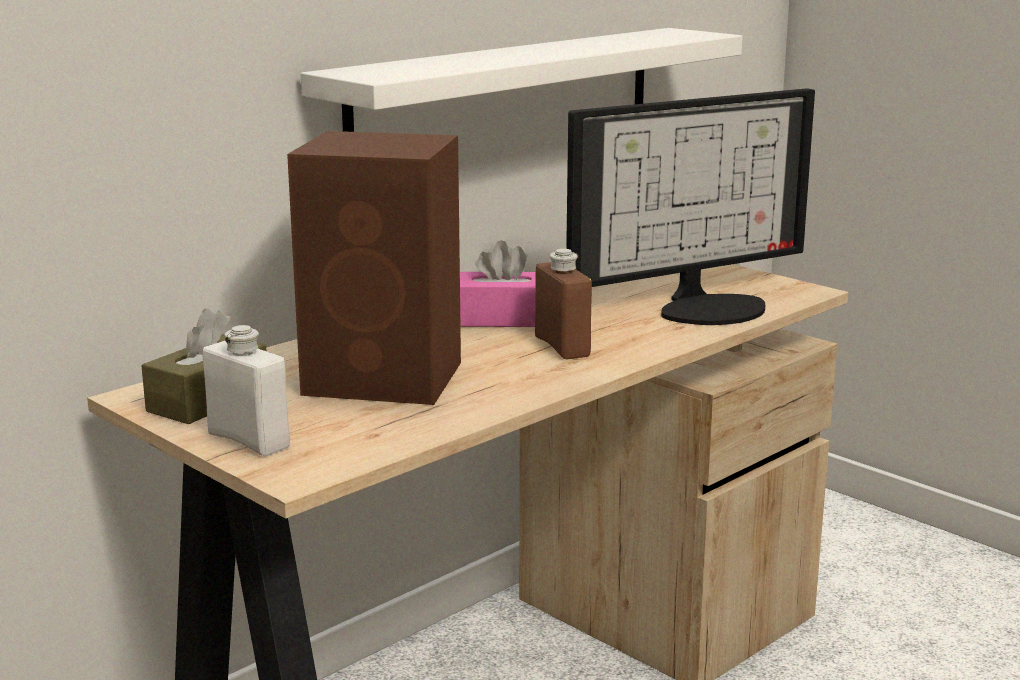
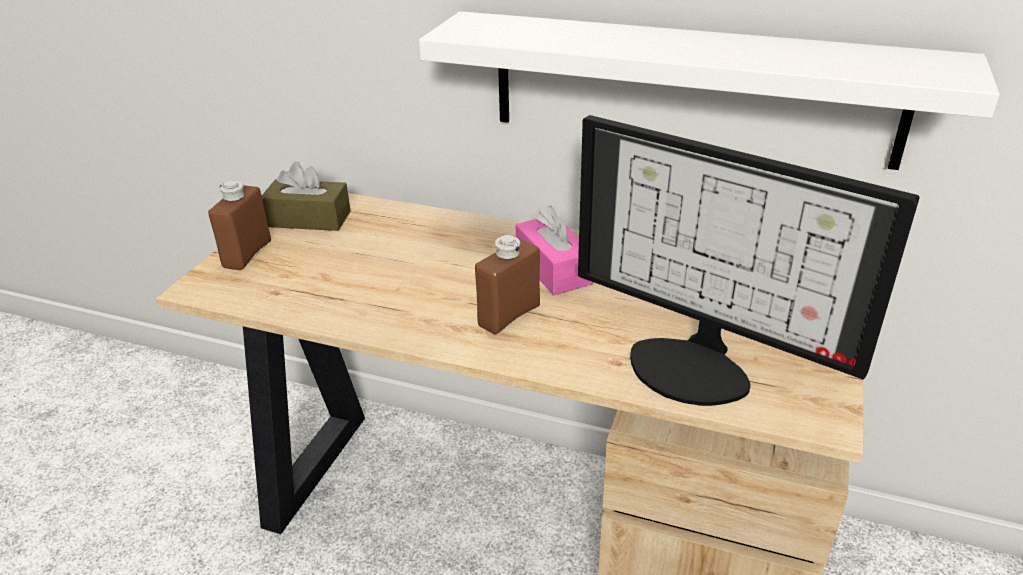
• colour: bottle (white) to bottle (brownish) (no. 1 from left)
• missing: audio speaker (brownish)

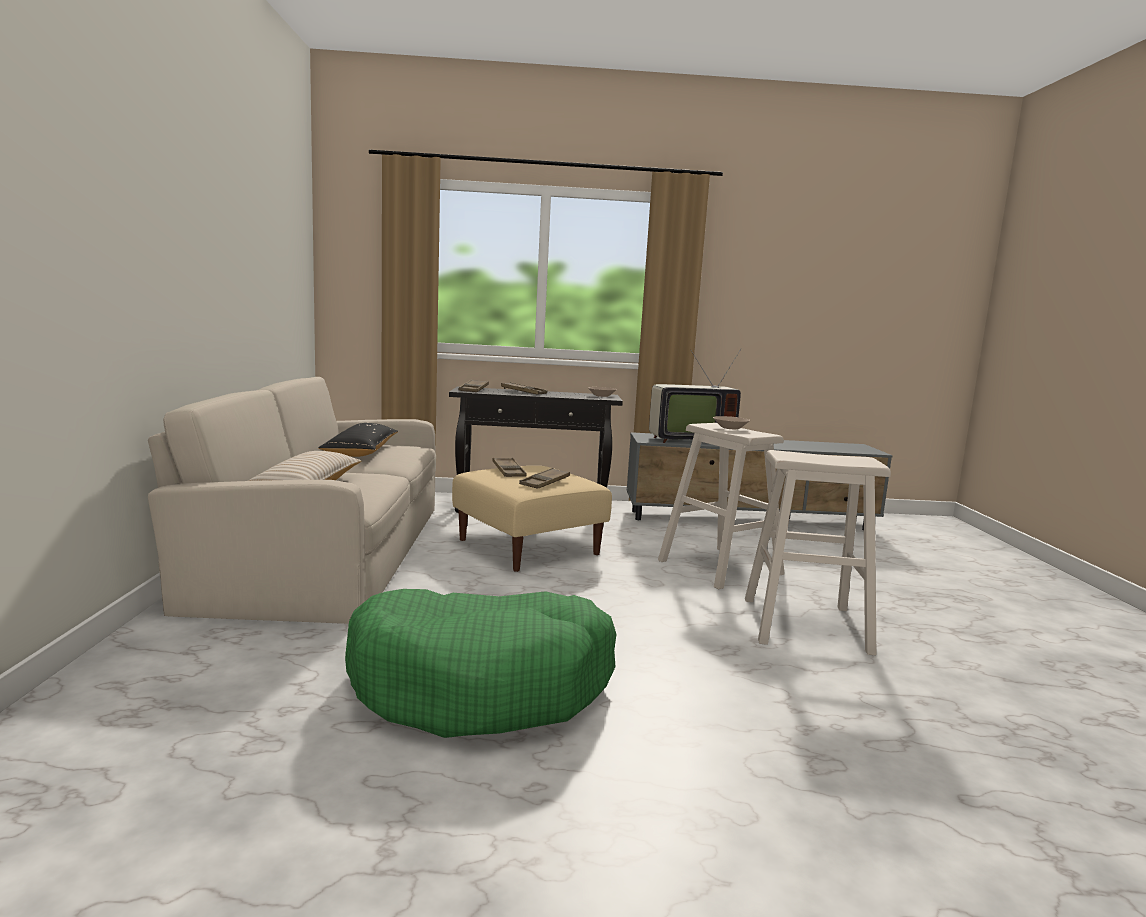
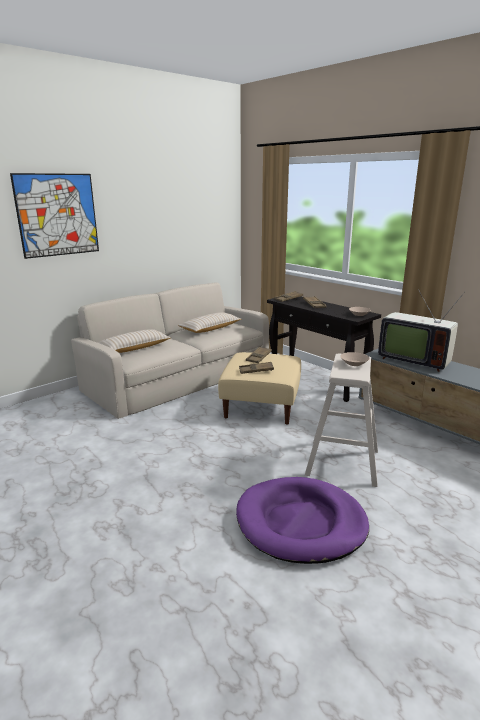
• colour: cushion (black) to cushion (beige-coloured) (no. 2 from left)
• missing: dog bed (greenish)
• exchanged: sitting stool (beige-coloured) (no. 2 from left) to dog bed (purple-coloured)
• appeared: wall picture

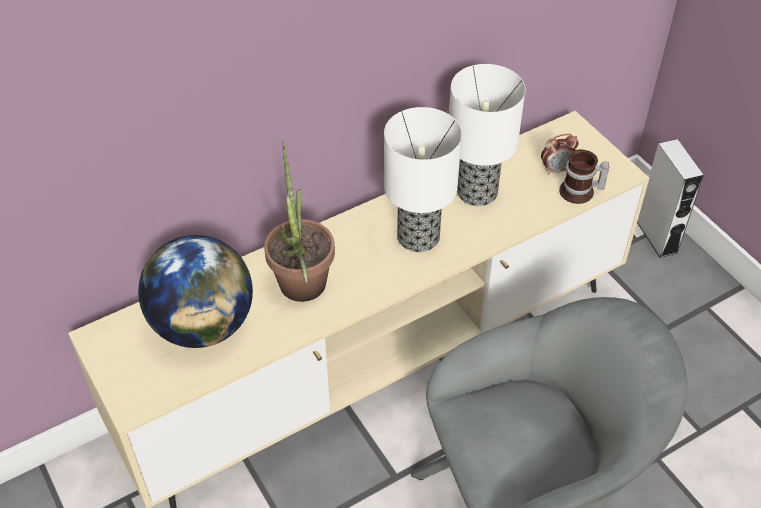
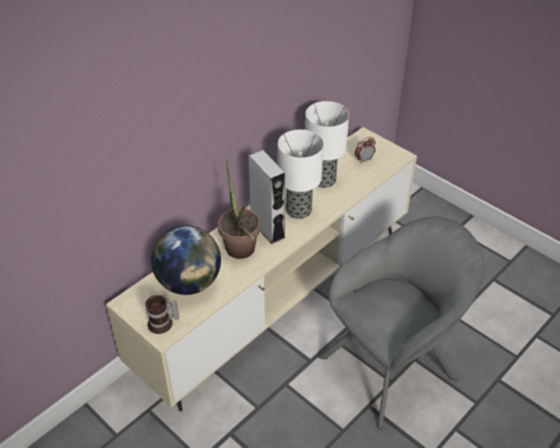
• relocated: mug
• relocated: audio speaker (grey)

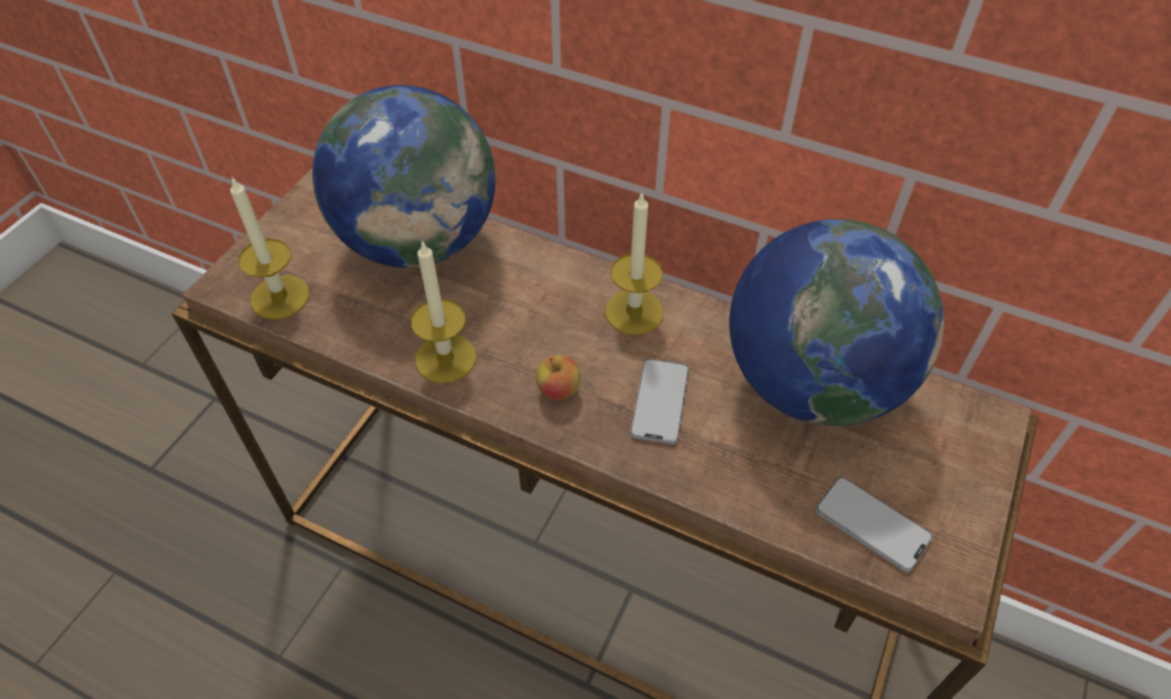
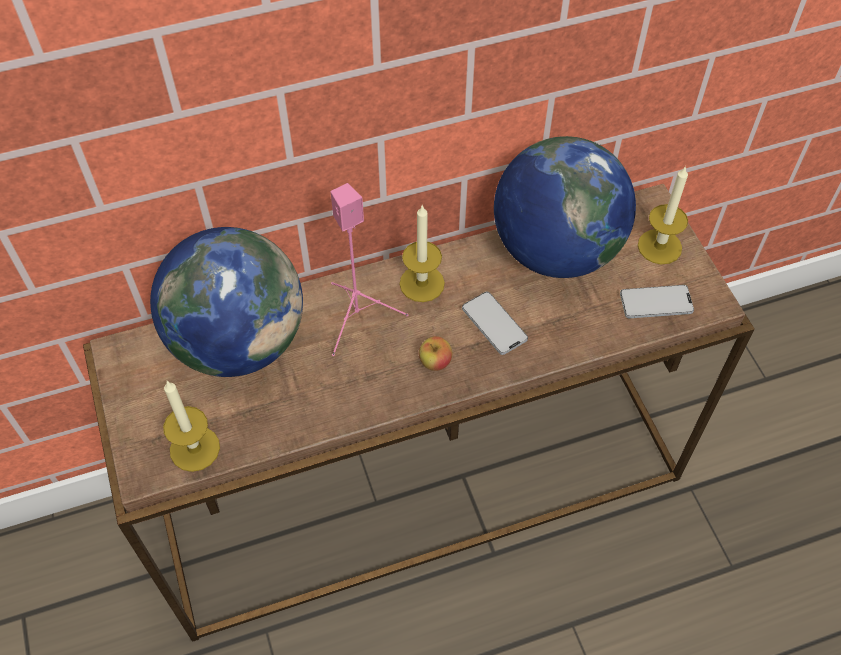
• relocated: candle (no. 2 from left in the first image) to candle (no. 3 from left)
• appeared: audio speaker (pink)

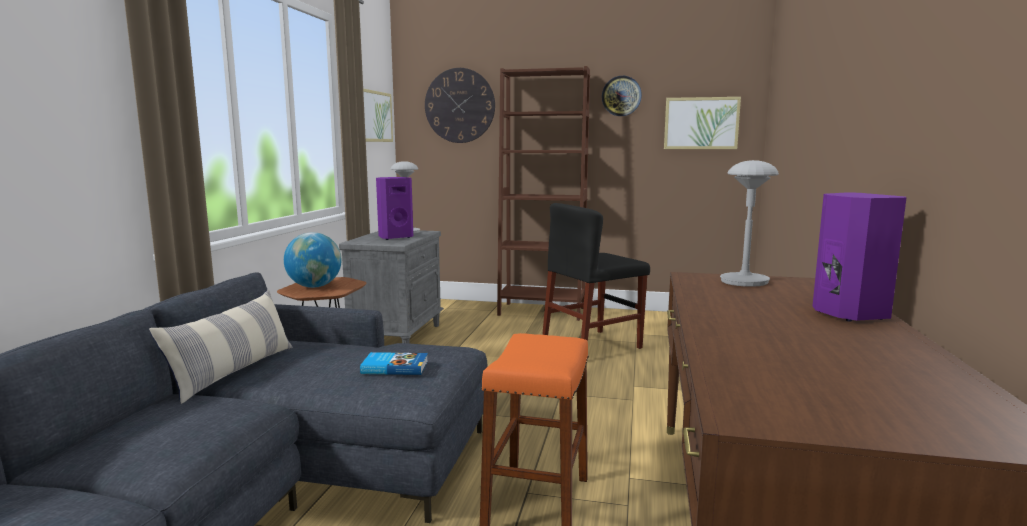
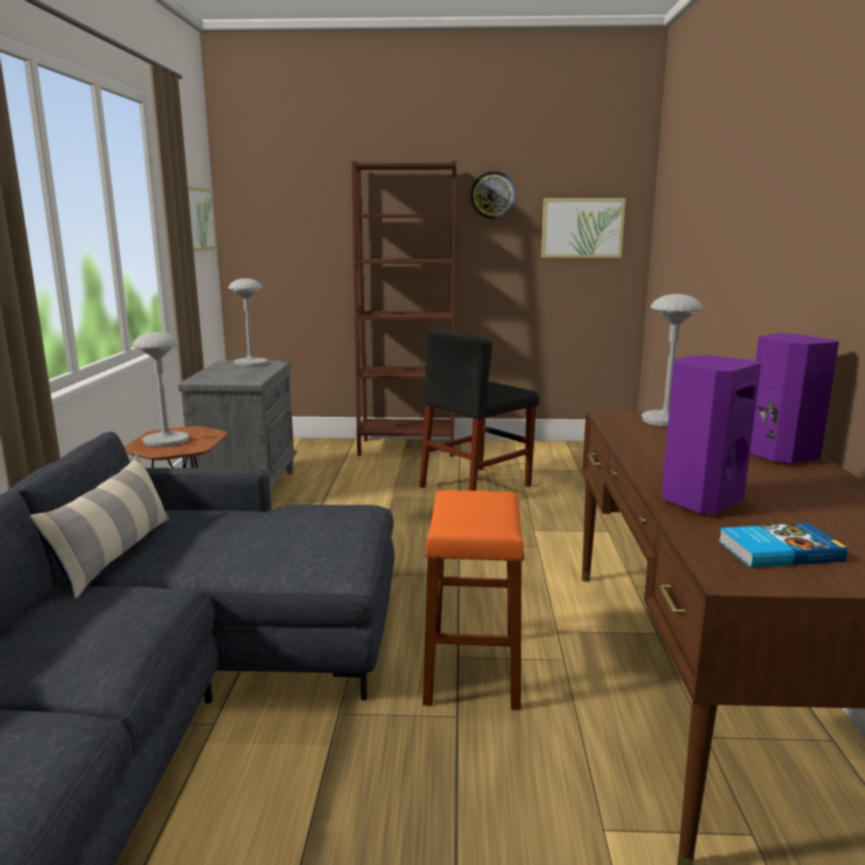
• exchanged: desk globe to table lamp (grey) (no. 1 from left)
• relocated: bound book
• relocated: audio speaker (purple-coloured) (no. 1 from left)
• missing: hanging clock (no. 1 from left)

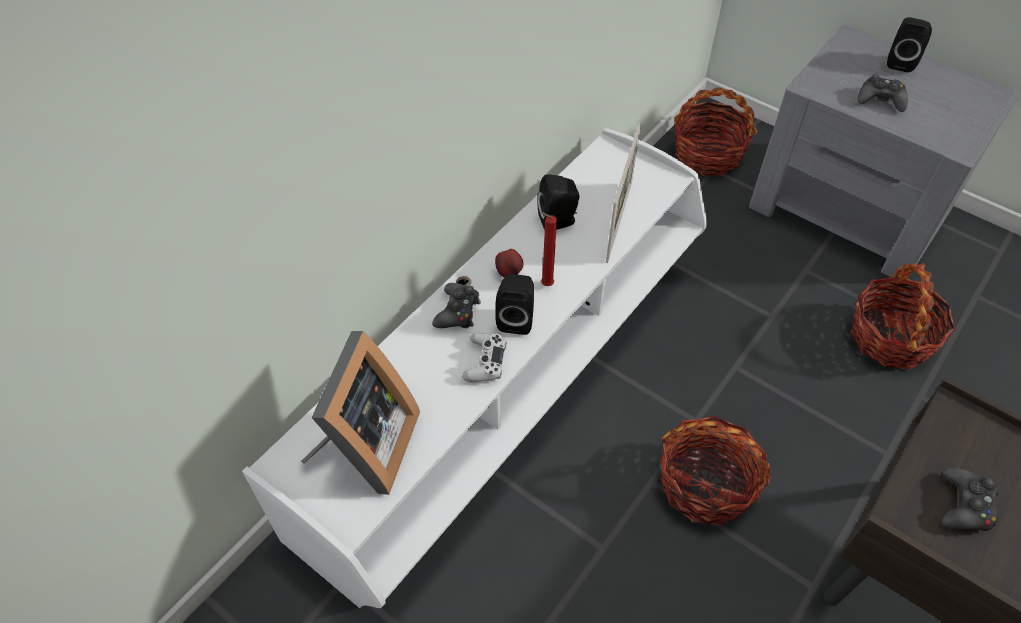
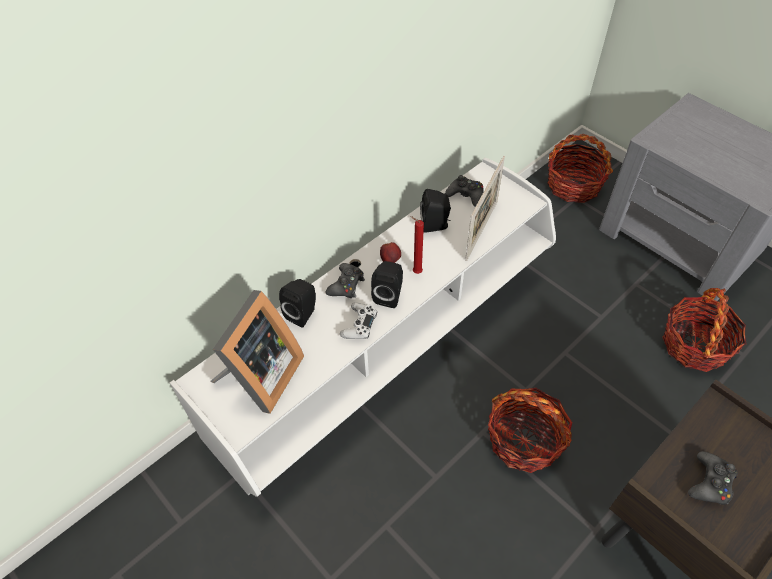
• relocated: joypad (black) (no. 2 from left)
• relocated: audio speaker (black) (no. 3 from left in the first image) to audio speaker (black) (no. 1 from left)

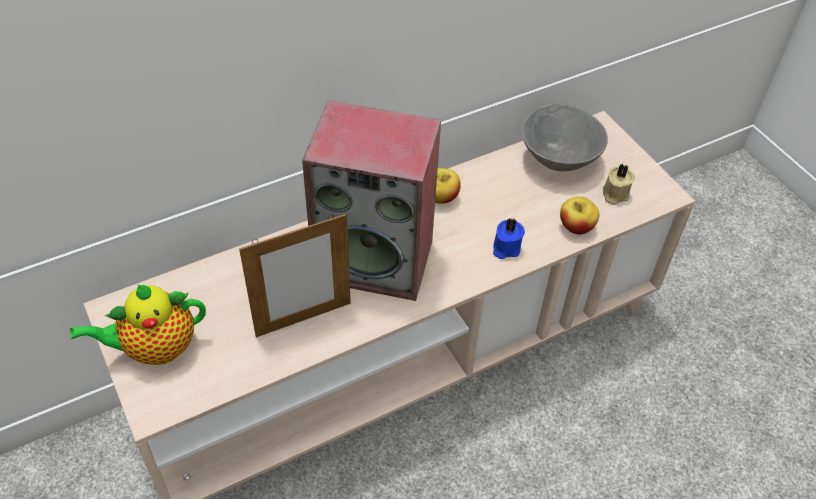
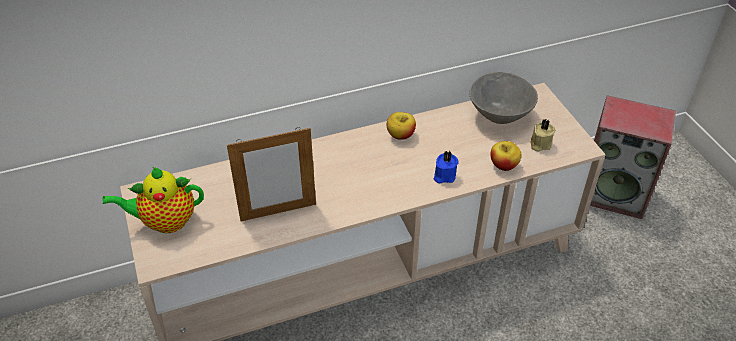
• relocated: audio speaker

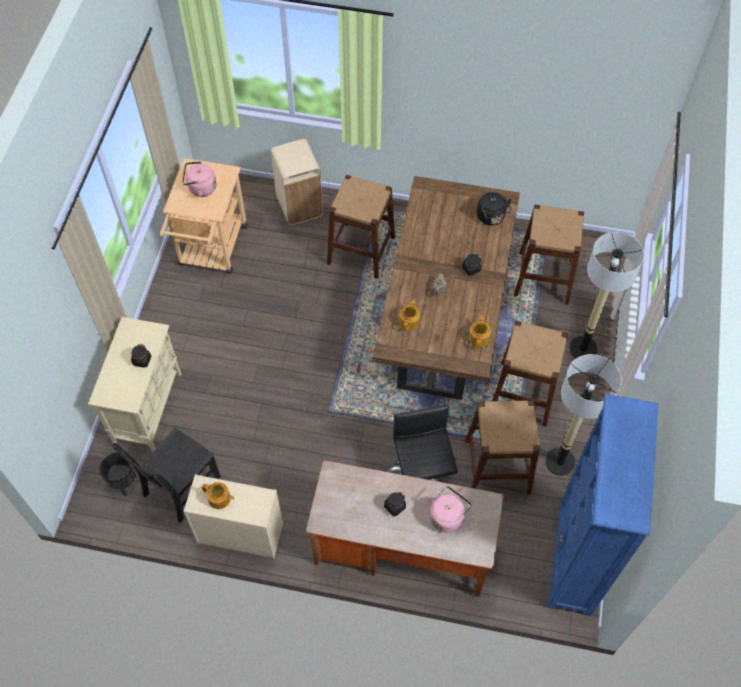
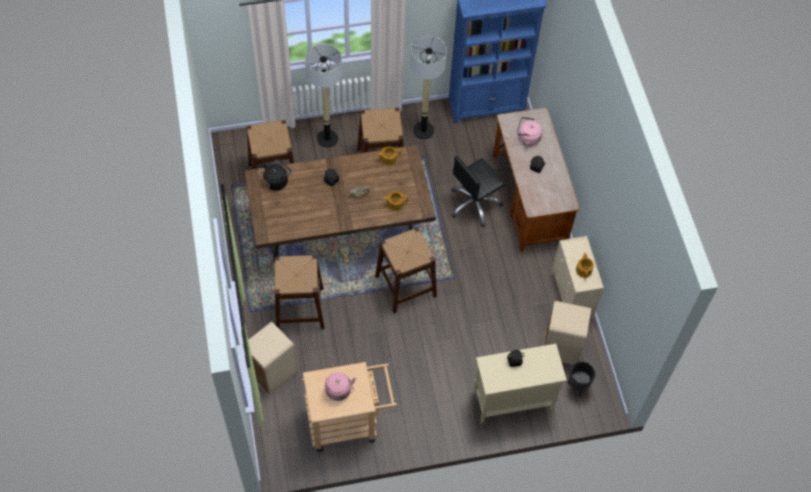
• exchanged: upright chair (black) to waste bin (beige-coloured) (no. 2 from left)
• relocated: sitting stool (brownish) (no. 2 from left in the first image) to sitting stool (brownish) (no. 4 from left)

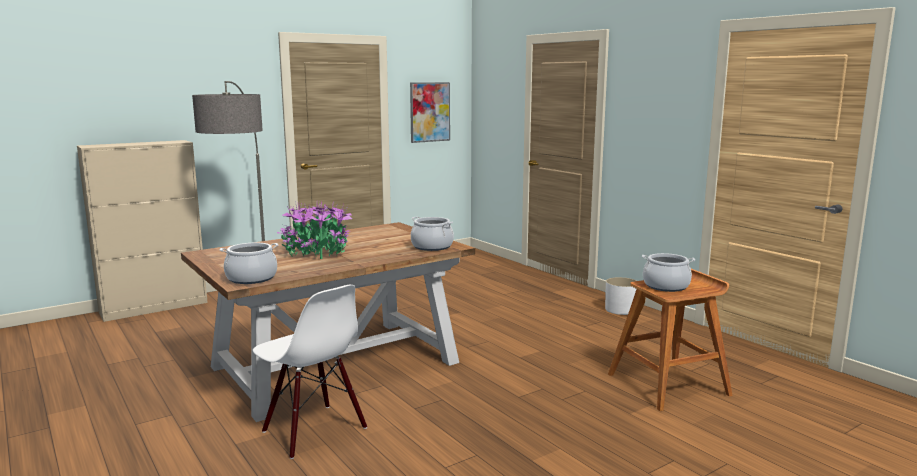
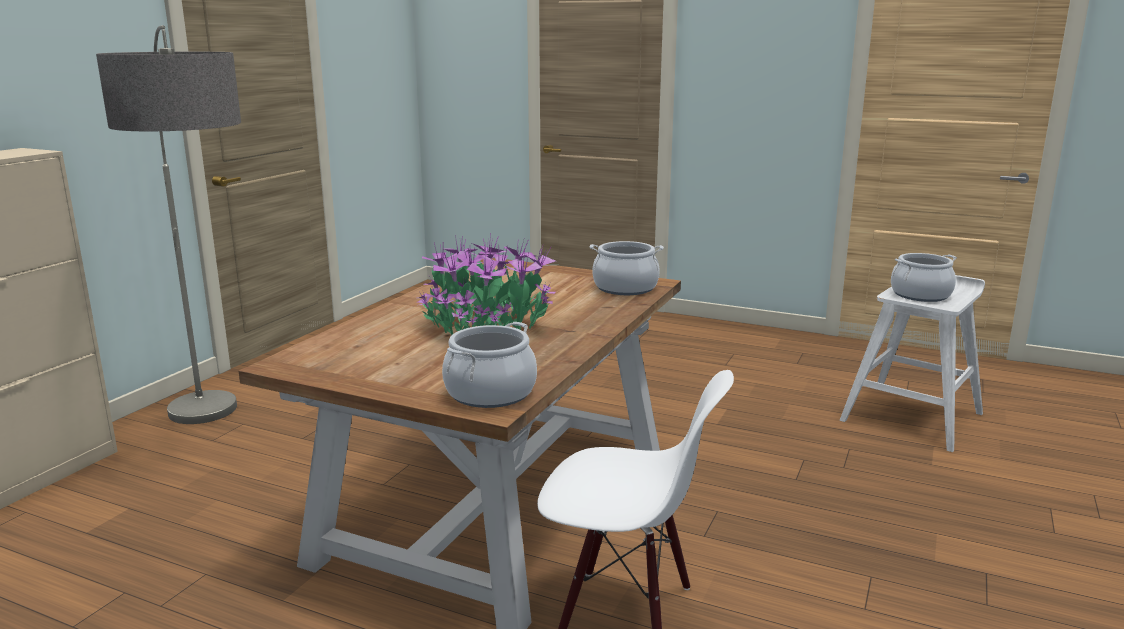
• missing: wall picture
• missing: planter (white)
• colour: sitting stool (brownish) to sitting stool (white)

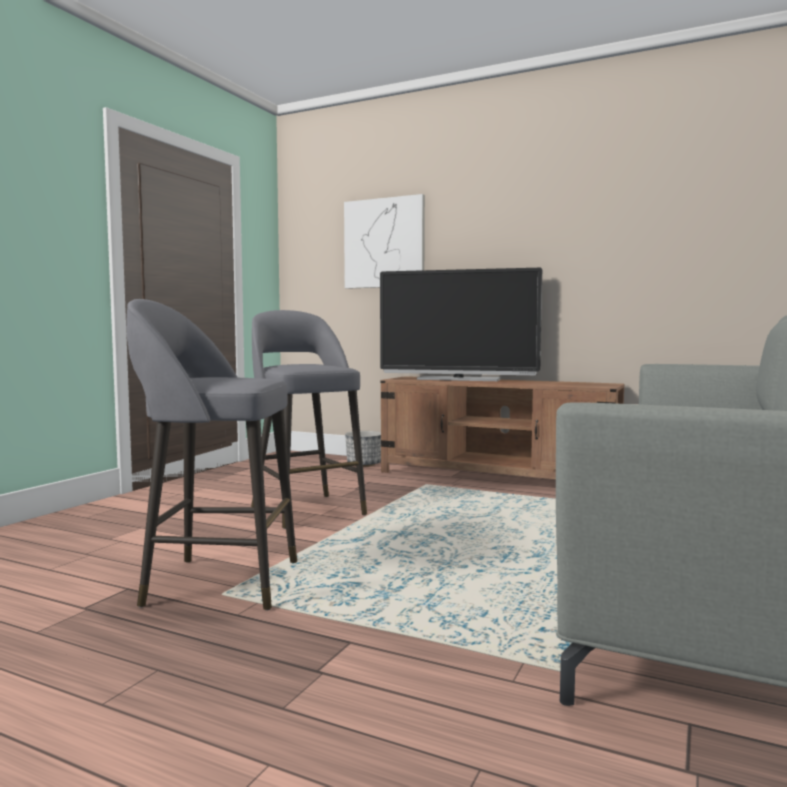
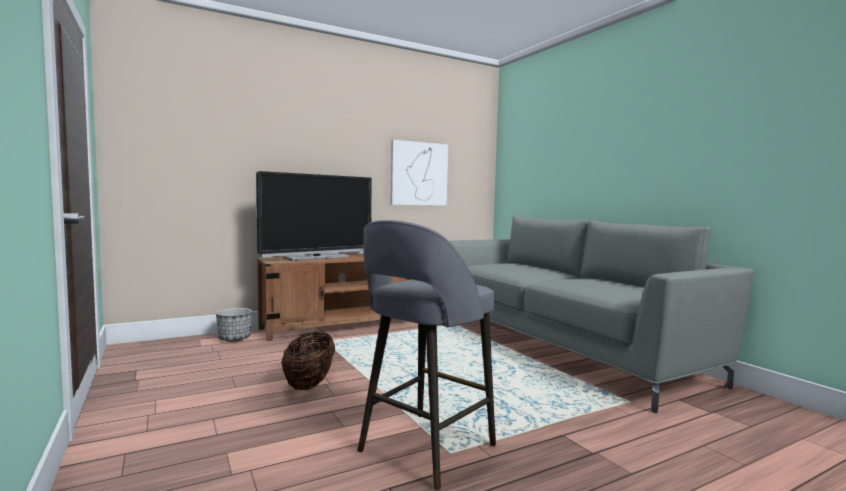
• exchanged: sitting stool (grey) (no. 2 from left) to household basket
• relocated: wall picture

